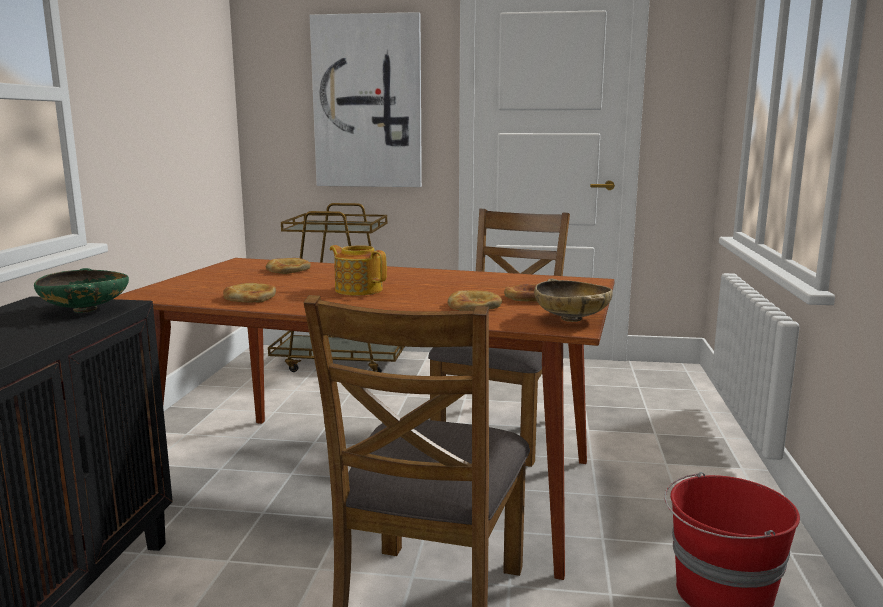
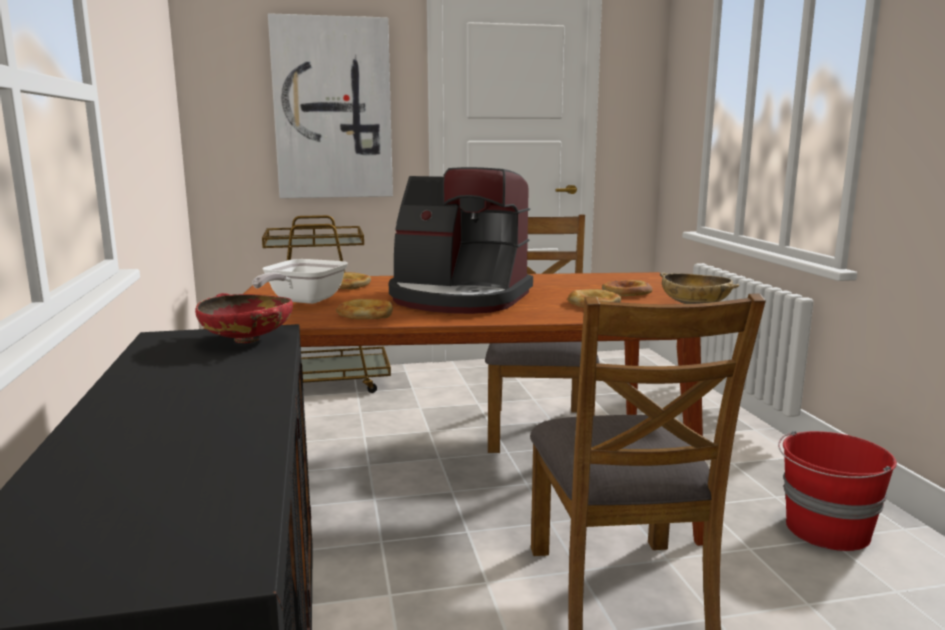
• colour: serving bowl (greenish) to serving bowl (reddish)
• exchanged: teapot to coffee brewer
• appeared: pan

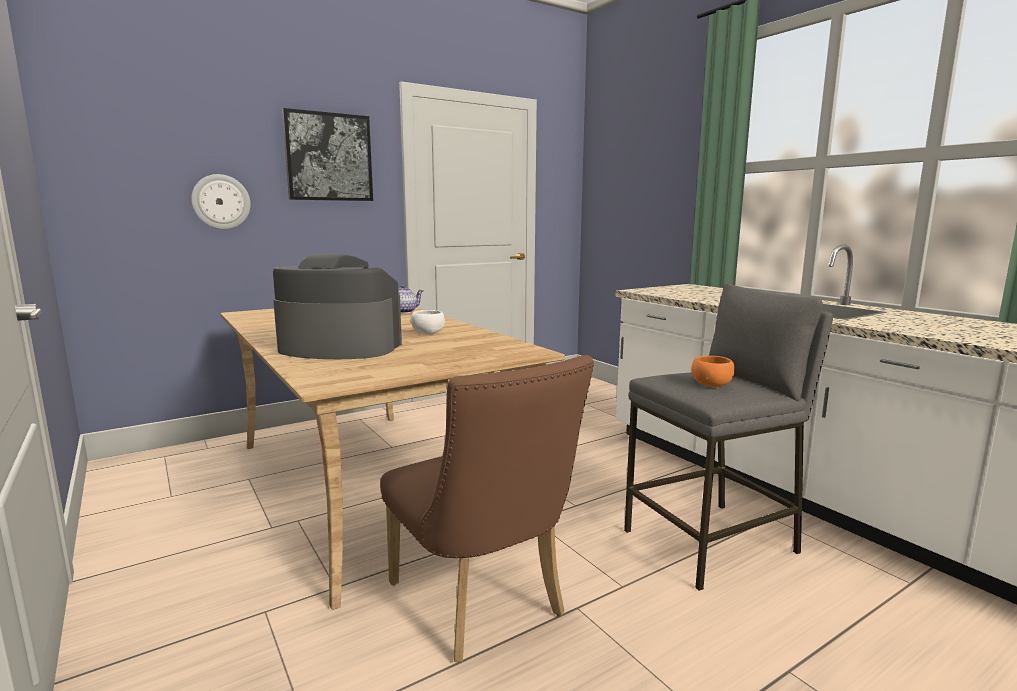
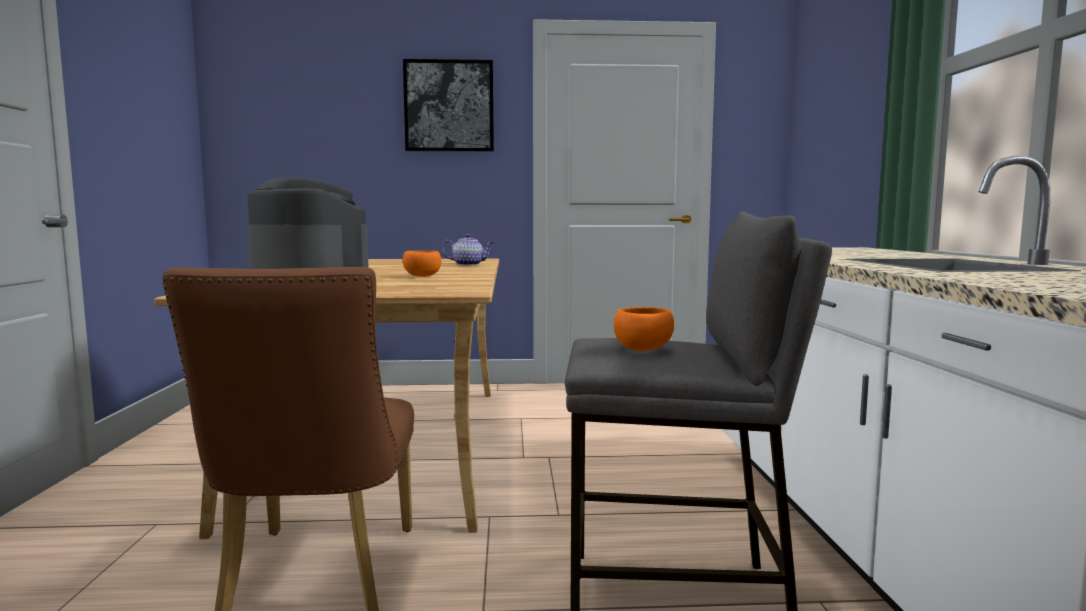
• missing: hanging clock
• colour: serving bowl (white) to serving bowl (orangey) (no. 1 from left)

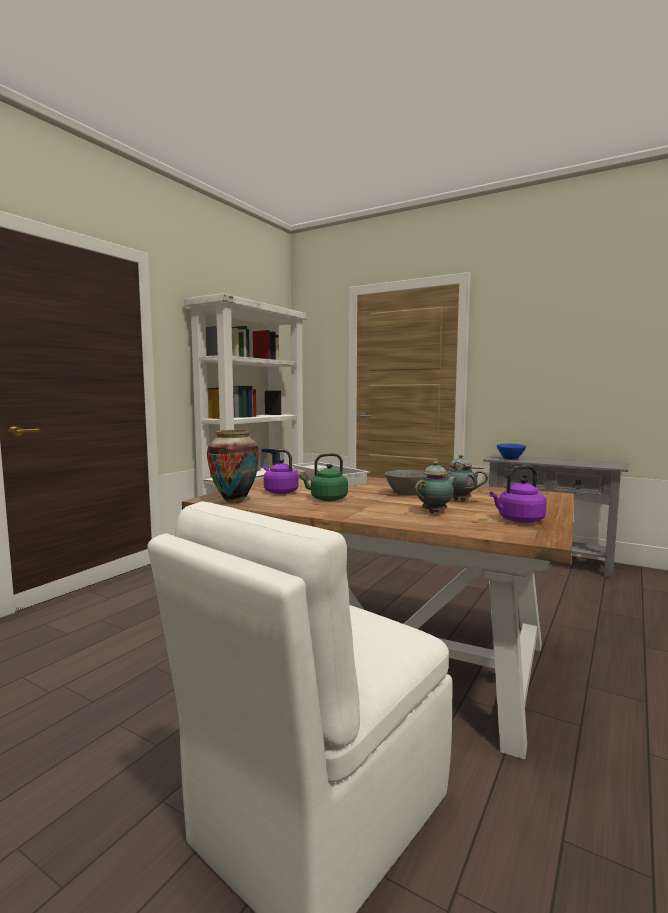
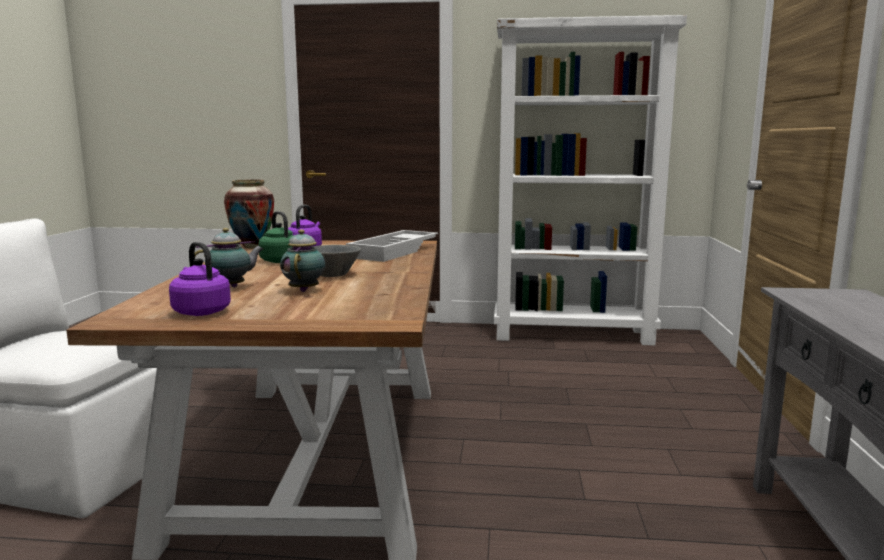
• spun: teapot (no. 1 from left) 60 degrees counterclockwise
• missing: serving bowl (bluish)

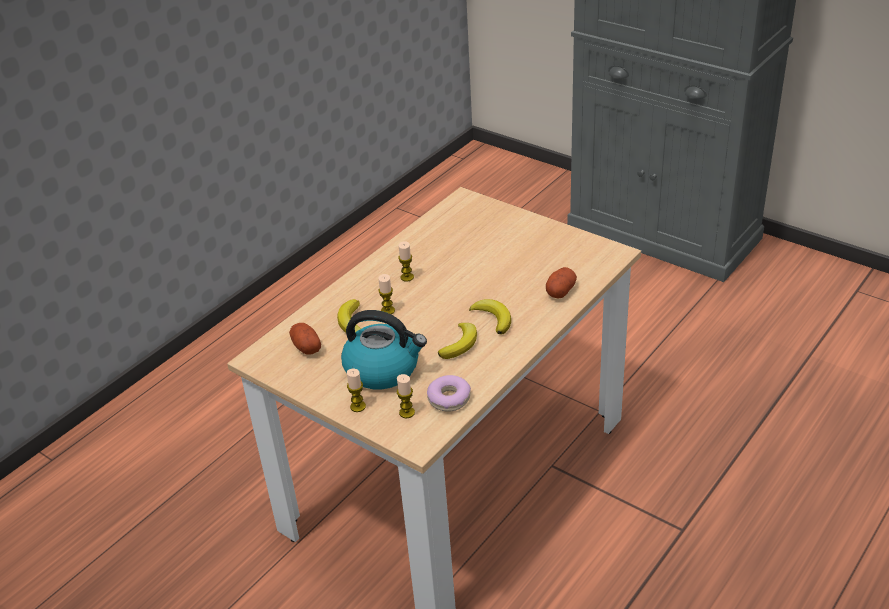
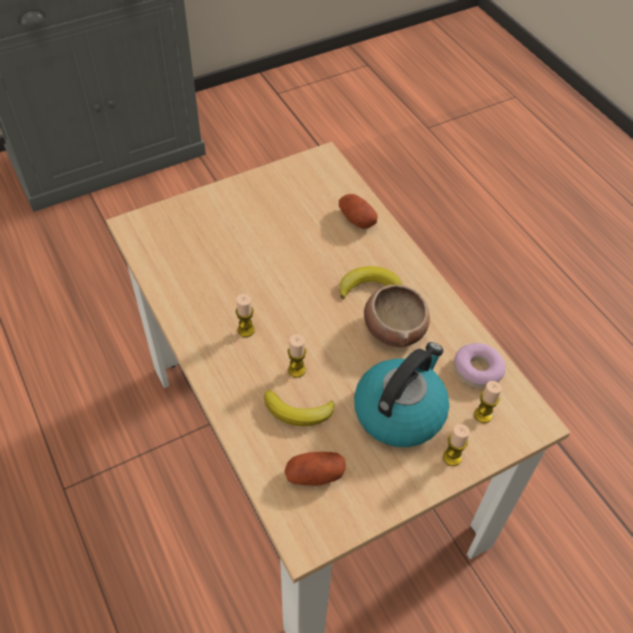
• exchanged: banana fruit (no. 2 from left) to serving bowl

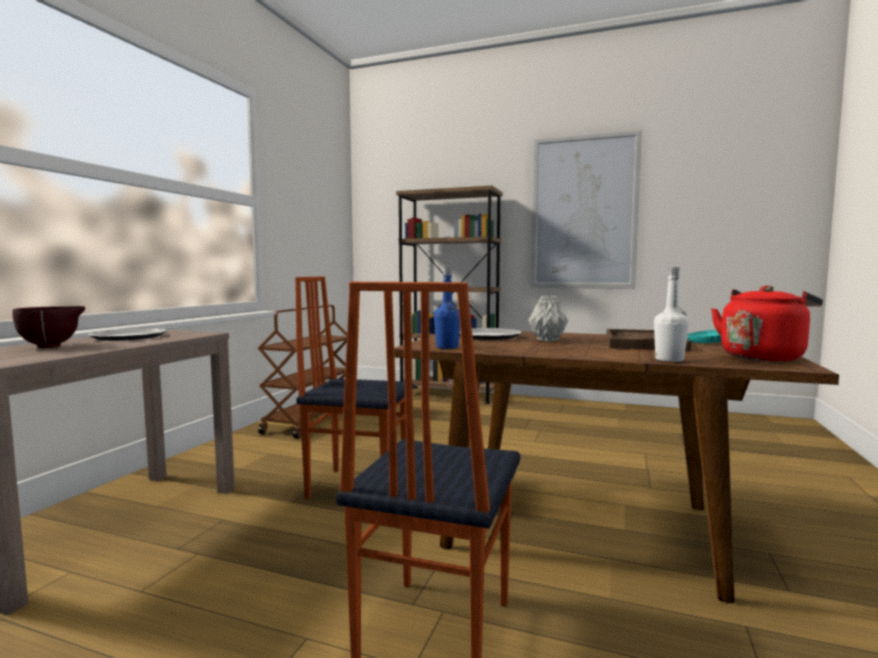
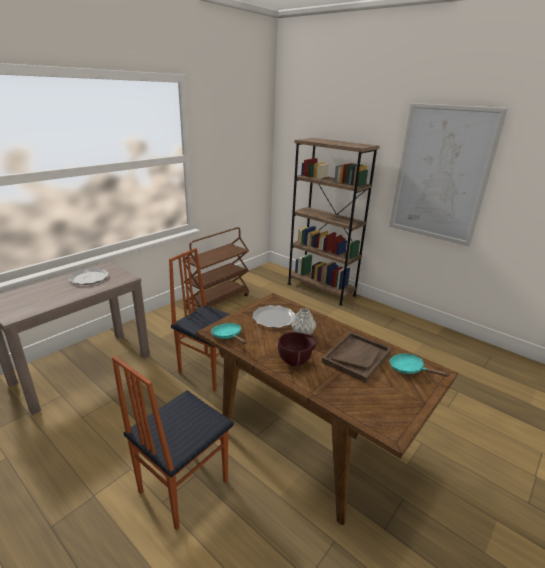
• relocated: serving bowl (brownish)
• exchanged: bottle (bluish) to pan (turquoise-coloured) (no. 1 from left)
• missing: bottle (white)
• missing: tea kettle (reddish)

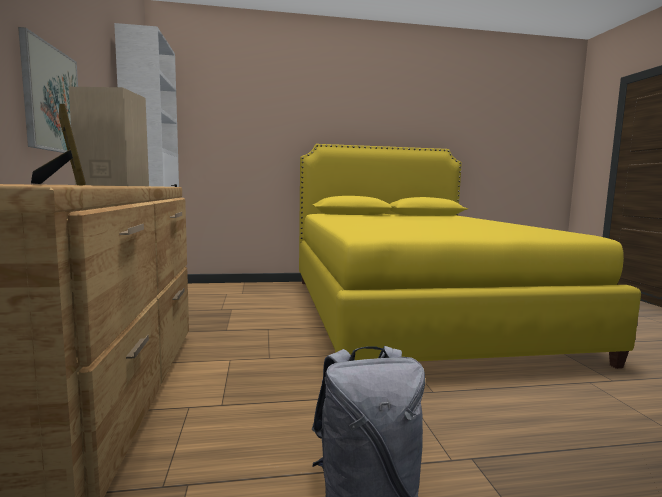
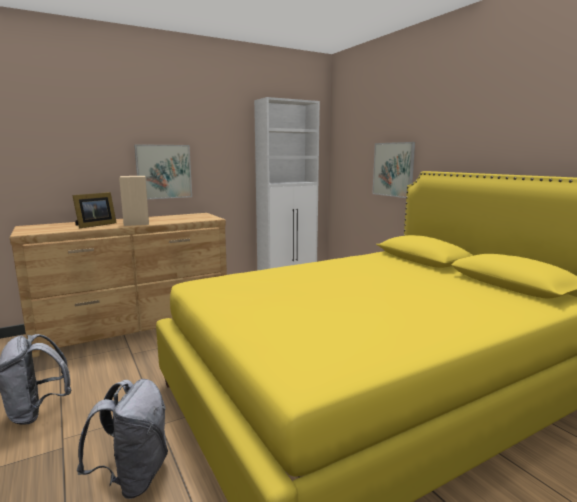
• appeared: rucksack (grey) (no. 2 from left)
• appeared: wall picture (no. 2 from left)

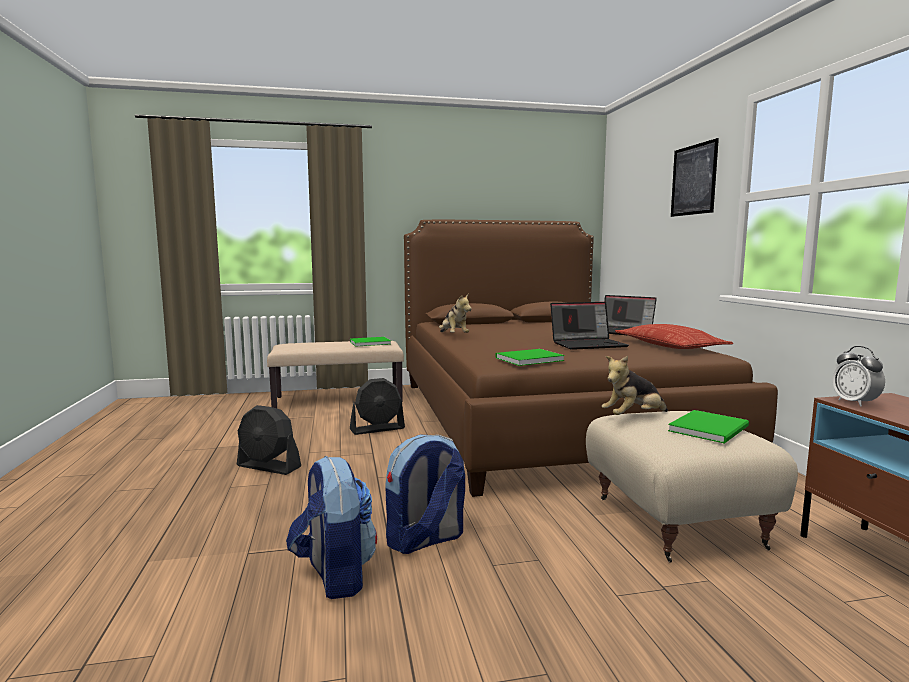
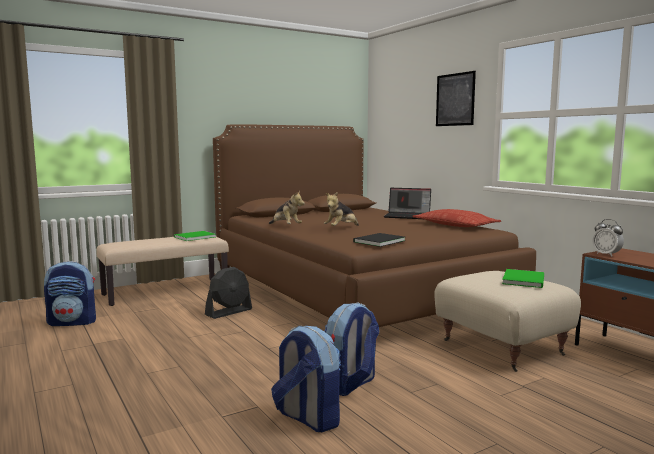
• missing: electric fan (black) (no. 1 from left)
• colour: bound book (greenish) (no. 2 from left) to bound book (black)
• missing: laptop (no. 1 from left)
• relocated: cuddly toy (no. 2 from left)
• appeared: rucksack (no. 1 from left)

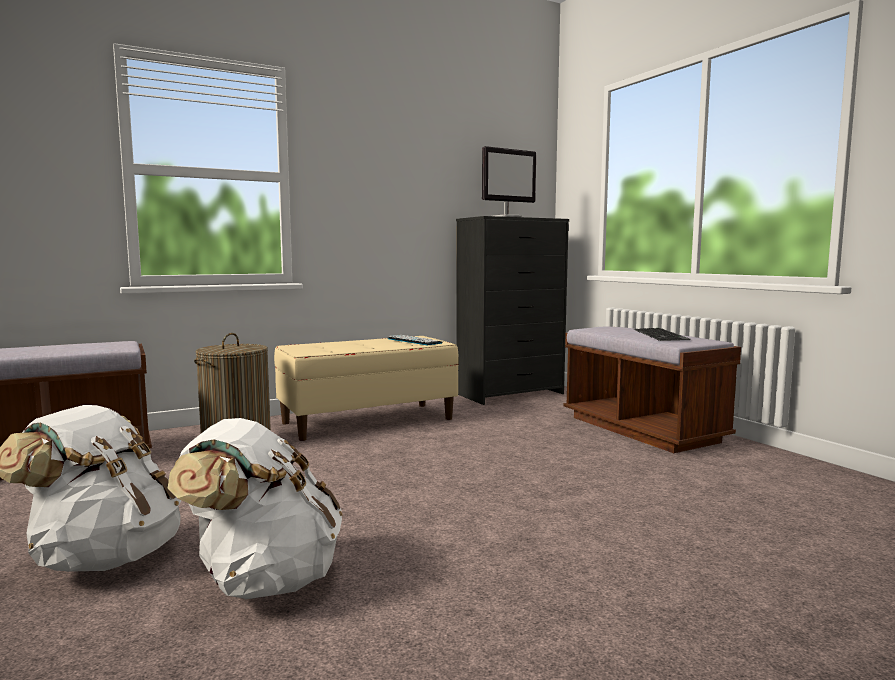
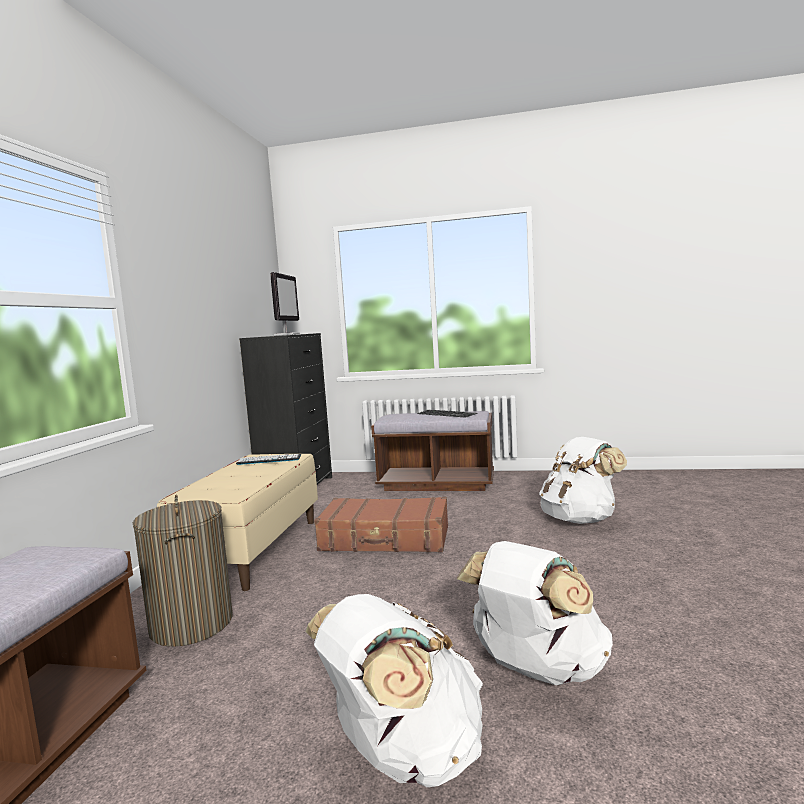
• appeared: piece of luggage (brownish)
• appeared: rucksack (white) (no. 3 from left)

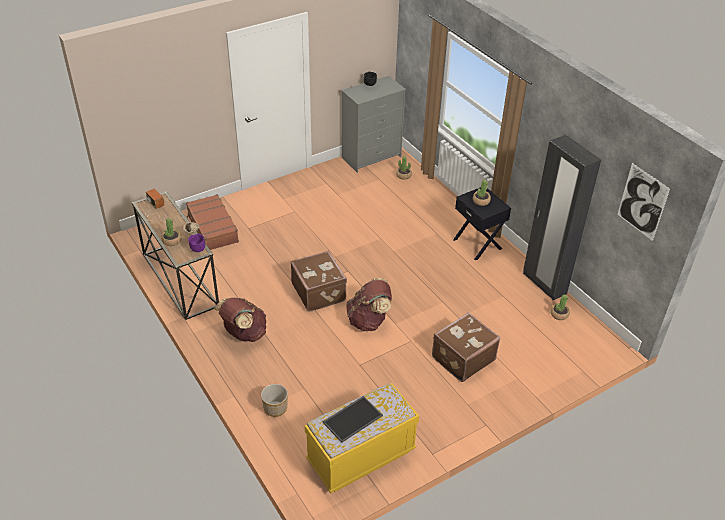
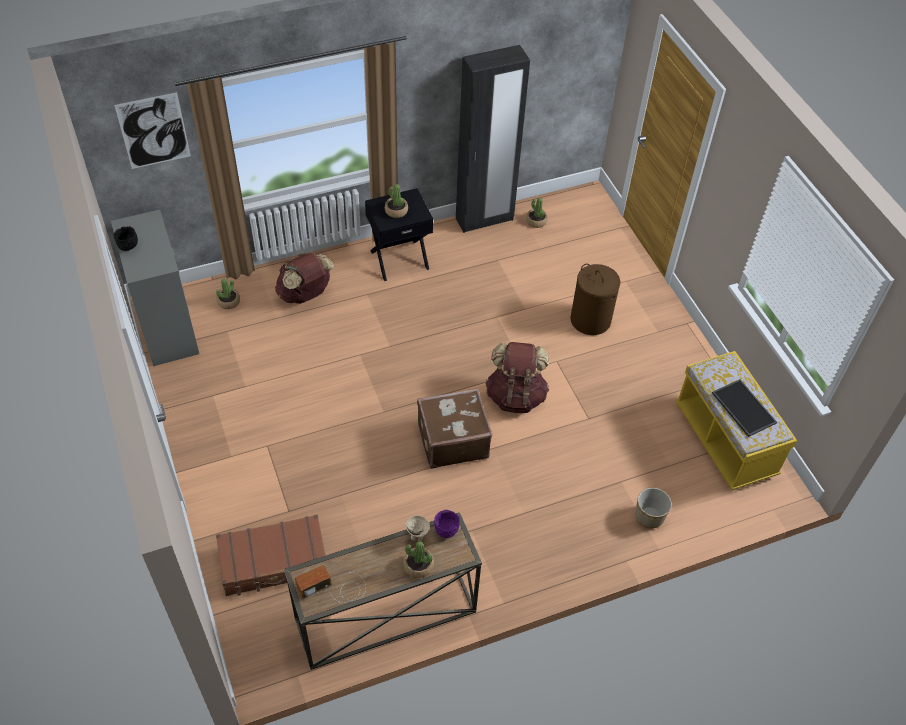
• relocated: rucksack (brownish) (no. 1 from left)
• exchanged: piece of luggage (brownish) (no. 3 from left) to hamper (brownish)
• relocated: wall picture

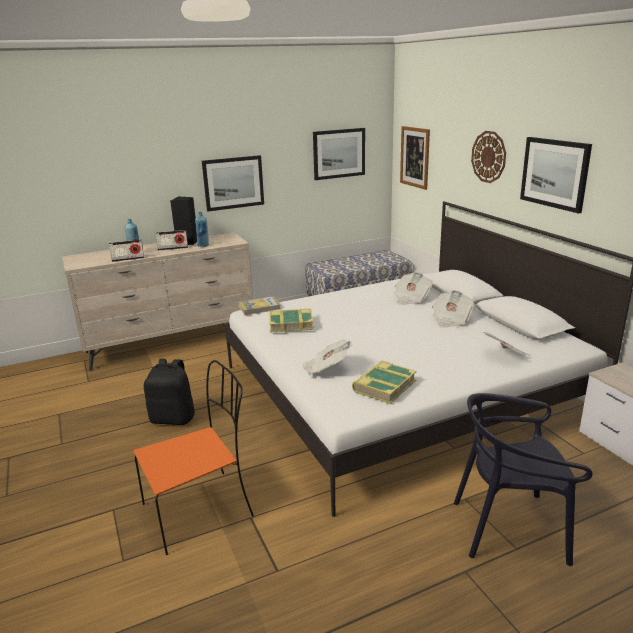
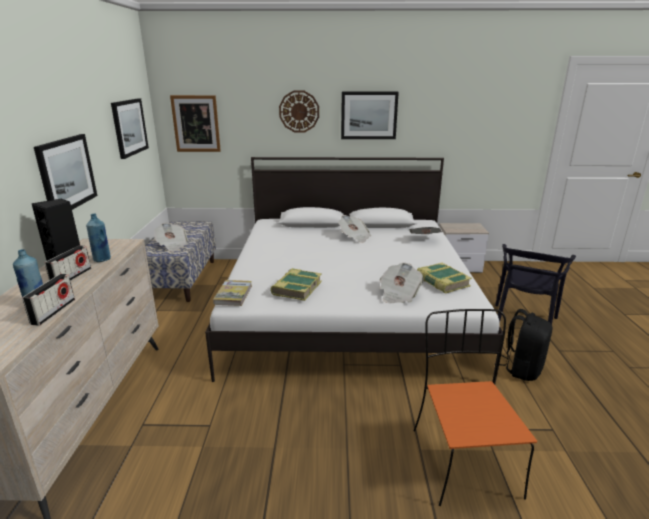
• relocated: rucksack (black)
• relocated: newspaper (no. 2 from left in the first image) to newspaper (no. 1 from left)

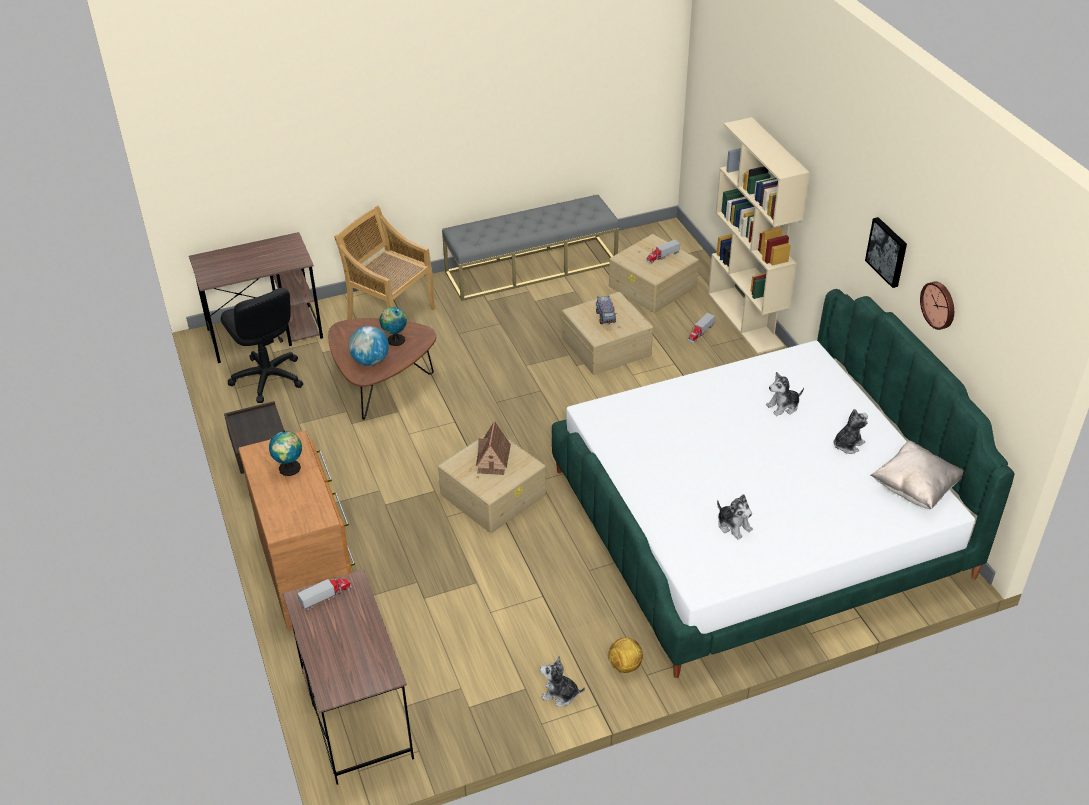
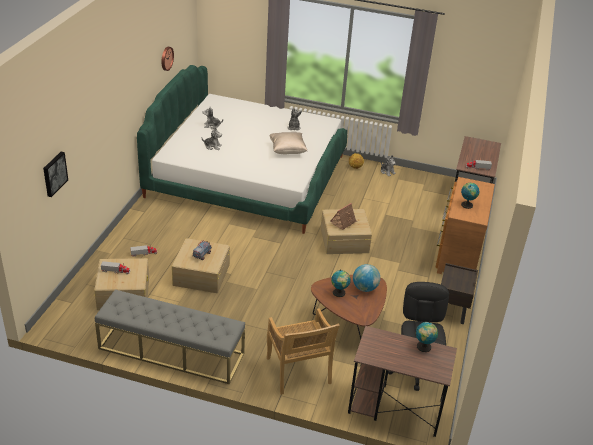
• missing: bookcase (beige-coloured)
• relocated: wall picture
• relocated: cushion (beige-coloured)
• appeared: desk globe (no. 3 from left)

